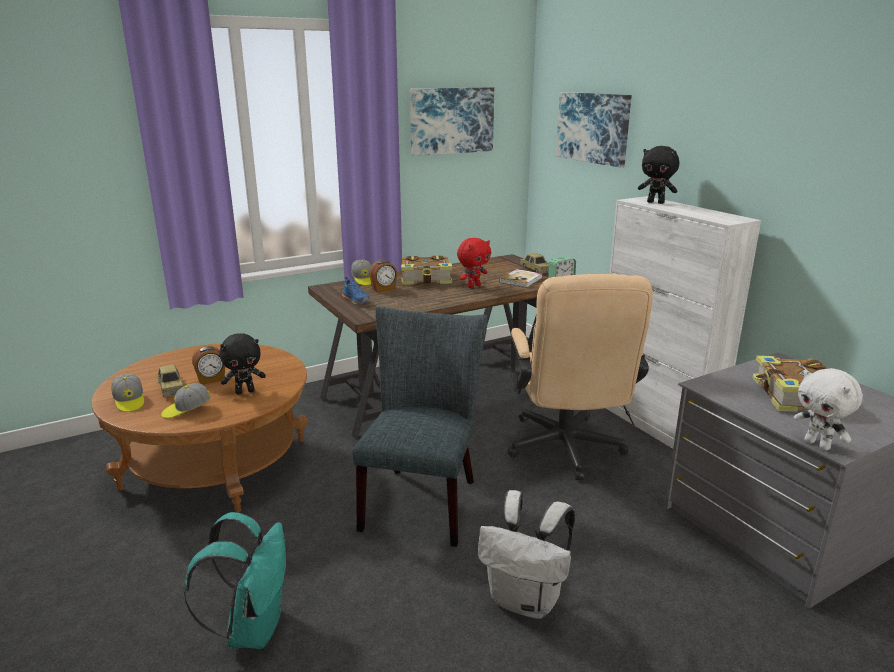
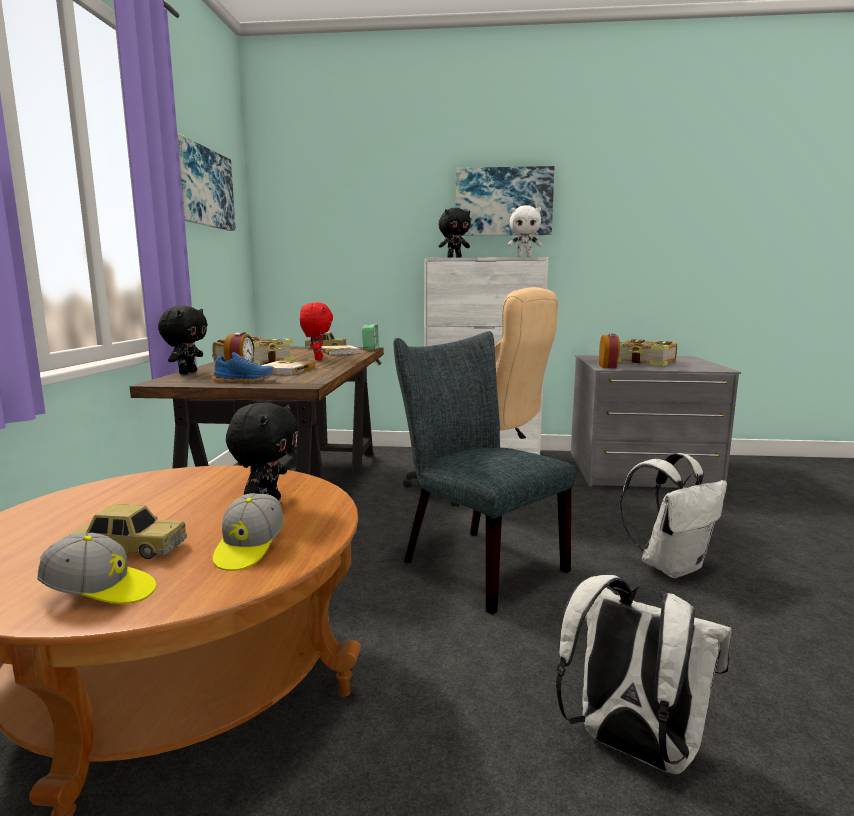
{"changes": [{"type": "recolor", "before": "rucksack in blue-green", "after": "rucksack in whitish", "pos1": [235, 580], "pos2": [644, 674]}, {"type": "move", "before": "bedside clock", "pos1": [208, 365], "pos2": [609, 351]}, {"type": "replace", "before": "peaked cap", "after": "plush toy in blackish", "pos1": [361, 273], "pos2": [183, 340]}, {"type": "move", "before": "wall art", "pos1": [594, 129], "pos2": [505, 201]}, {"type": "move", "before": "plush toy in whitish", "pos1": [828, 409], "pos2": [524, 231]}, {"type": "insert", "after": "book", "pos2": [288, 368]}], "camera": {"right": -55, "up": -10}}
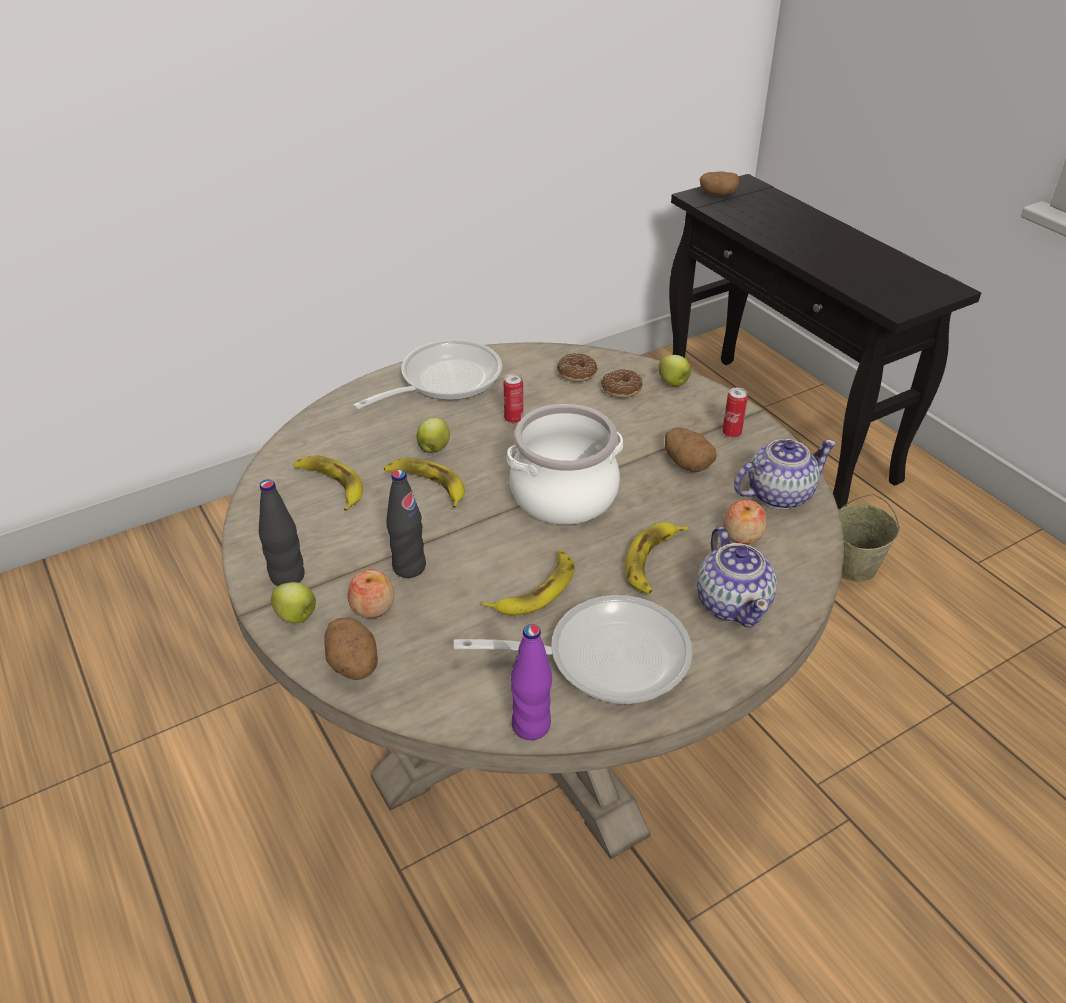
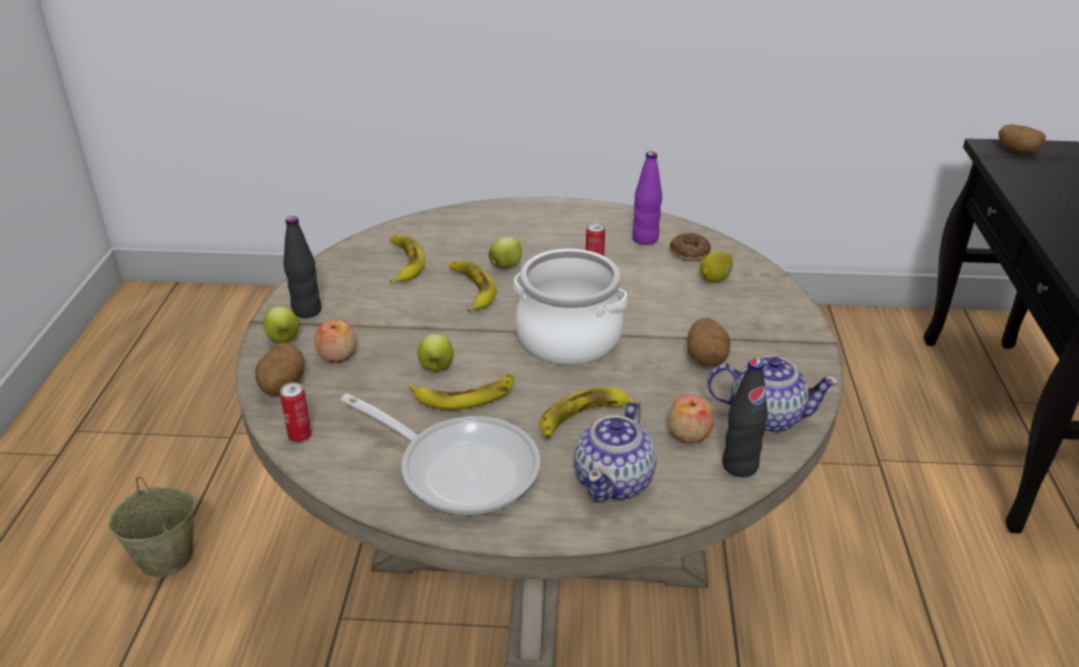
{"changes": [{"type": "delete", "before": "frying pan", "pos1": [427, 374]}, {"type": "move", "before": "drink bottle in blackish", "pos1": [406, 524], "pos2": [745, 418]}, {"type": "move", "before": "drink bottle in purple", "pos1": [531, 682], "pos2": [647, 198]}, {"type": "replace", "before": "donut", "after": "whole lemon", "pos1": [622, 383], "pos2": [716, 266]}, {"type": "move", "before": "apple fruit", "pos1": [674, 370], "pos2": [435, 352]}, {"type": "move", "before": "sealed can", "pos1": [735, 412], "pos2": [296, 412]}, {"type": "move", "before": "water bucket in beige", "pos1": [869, 538], "pos2": [152, 527]}], "camera": {"right": 35, "up": -5}}
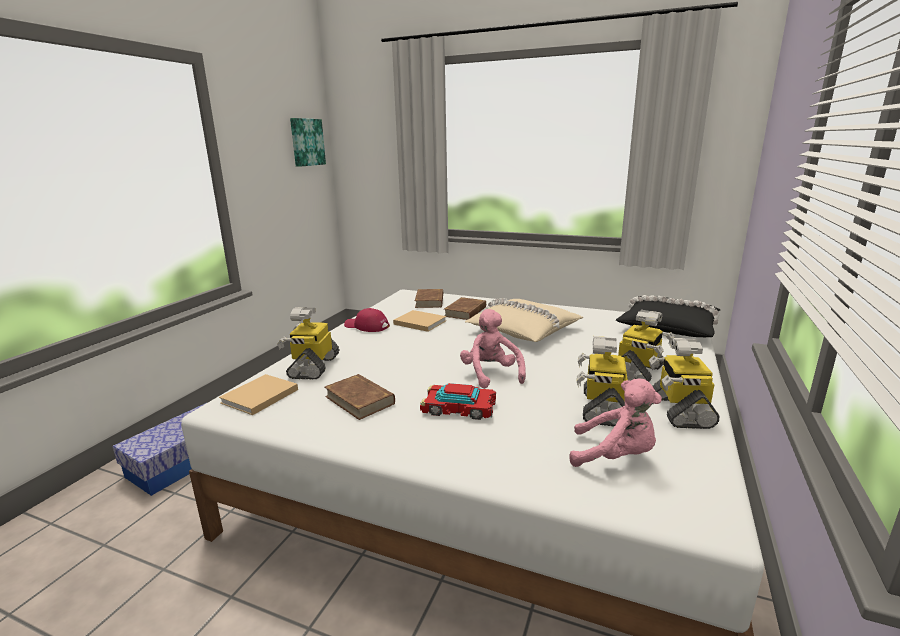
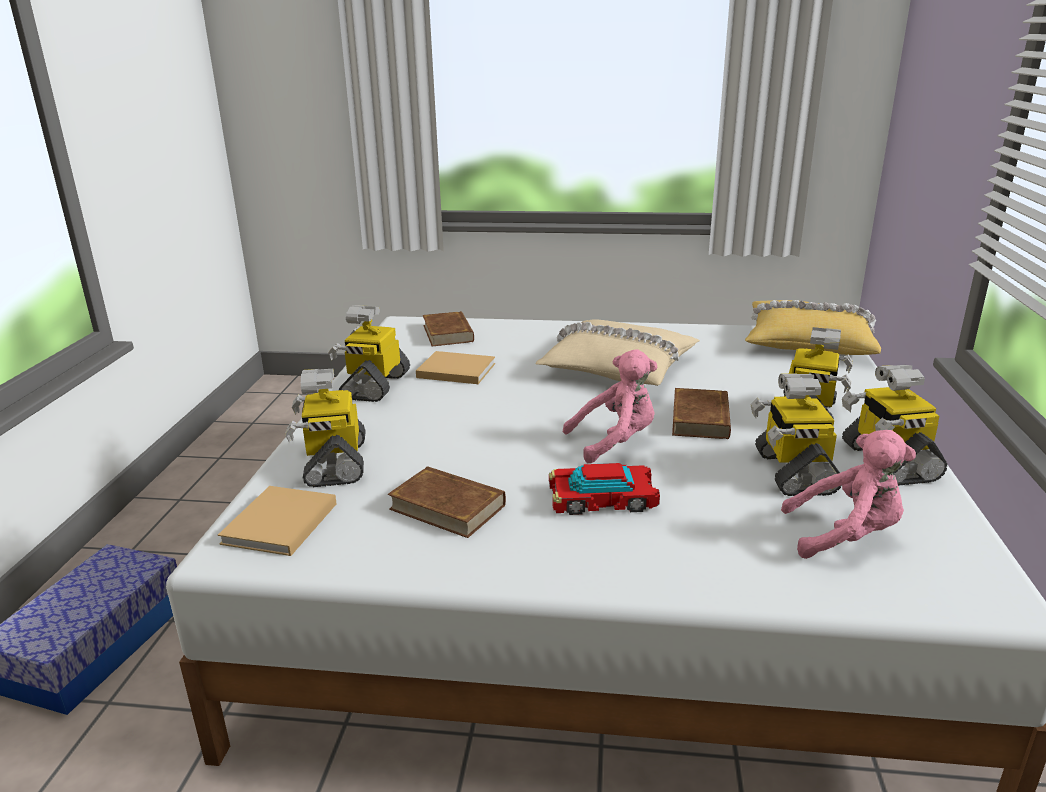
{"changes": [{"type": "delete", "before": "wall art", "pos1": [308, 142]}, {"type": "replace", "before": "peaked cap in red-coloured", "after": "model robot", "pos1": [367, 320], "pos2": [369, 353]}, {"type": "move", "before": "book in brownish", "pos1": [465, 308], "pos2": [701, 413]}, {"type": "rotate", "before": "plush toy in pink", "pos1": [493, 349], "pos2": [610, 406], "turn": 105}, {"type": "recolor", "before": "throw pillow in blackish", "after": "throw pillow in yellow", "pos1": [668, 316], "pos2": [813, 327]}], "camera": {"right": -15, "up": 5}}
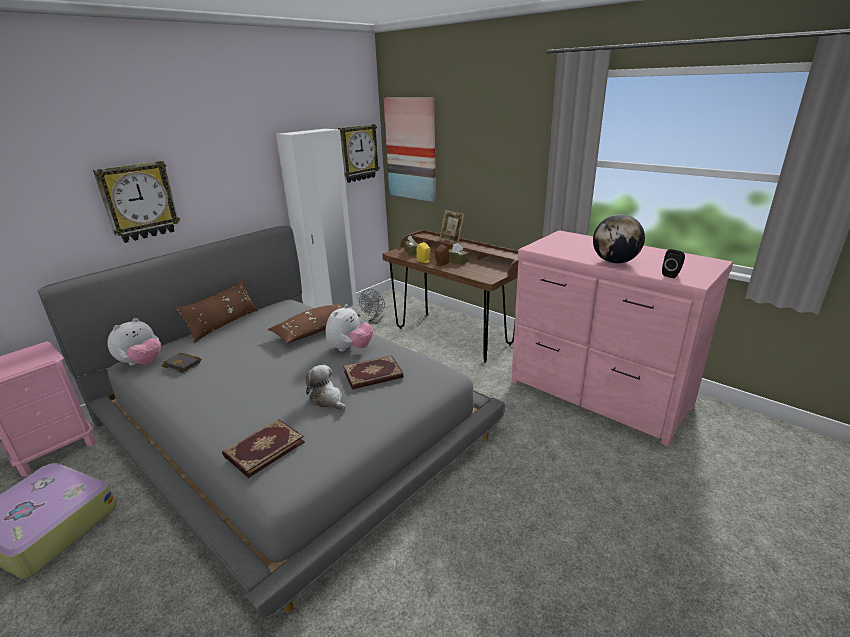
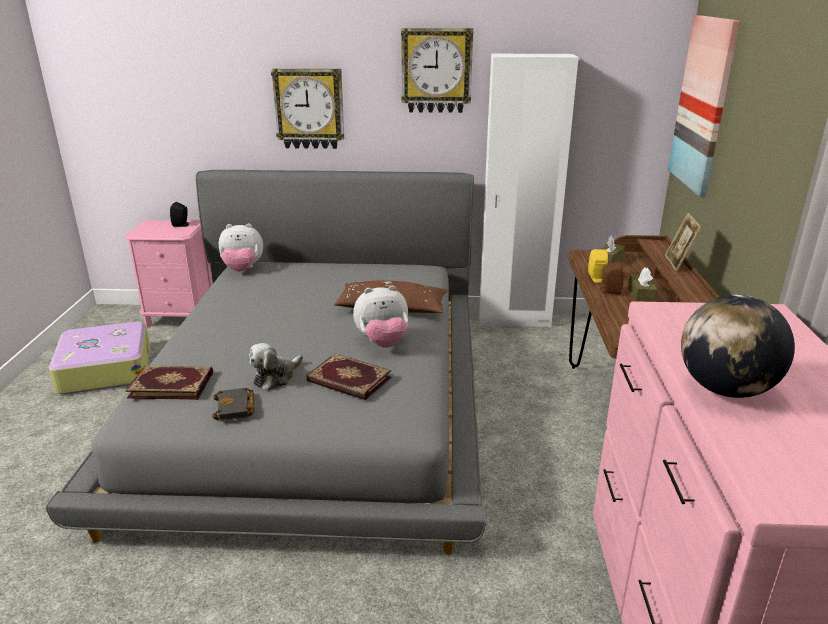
{"changes": [{"type": "move", "before": "book in blackish", "pos1": [181, 362], "pos2": [234, 404]}, {"type": "delete", "before": "throw pillow in brownish", "pos1": [216, 311]}, {"type": "rotate", "before": "plush toy", "pos1": [325, 388], "pos2": [276, 367], "turn": -150}, {"type": "move", "before": "hanging clock", "pos1": [359, 153], "pos2": [437, 70]}, {"type": "delete", "before": "electric fan in grey", "pos1": [372, 306]}, {"type": "move", "before": "speaker in blackish", "pos1": [673, 263], "pos2": [180, 214]}], "camera": {"right": 50, "up": 0}}
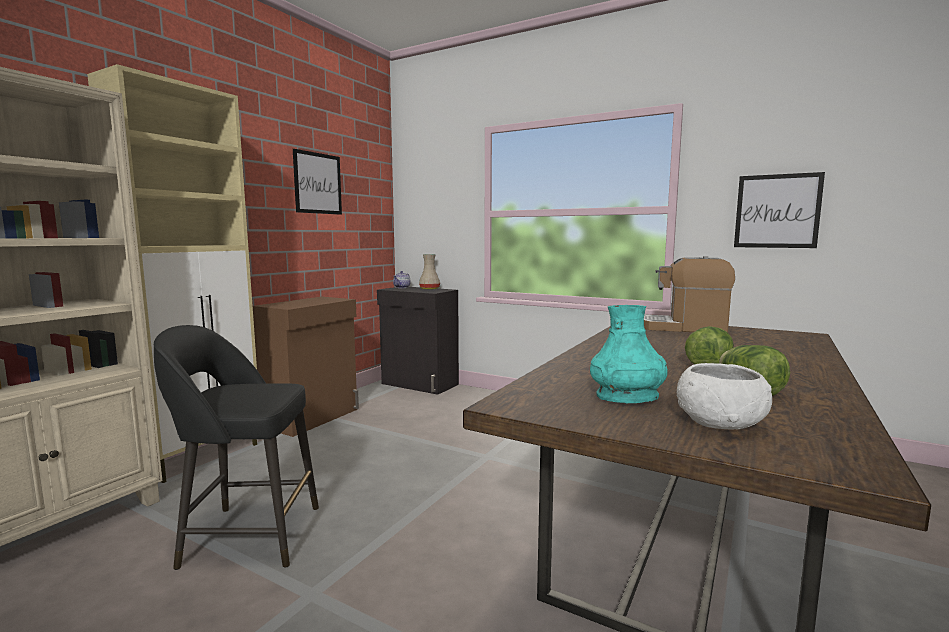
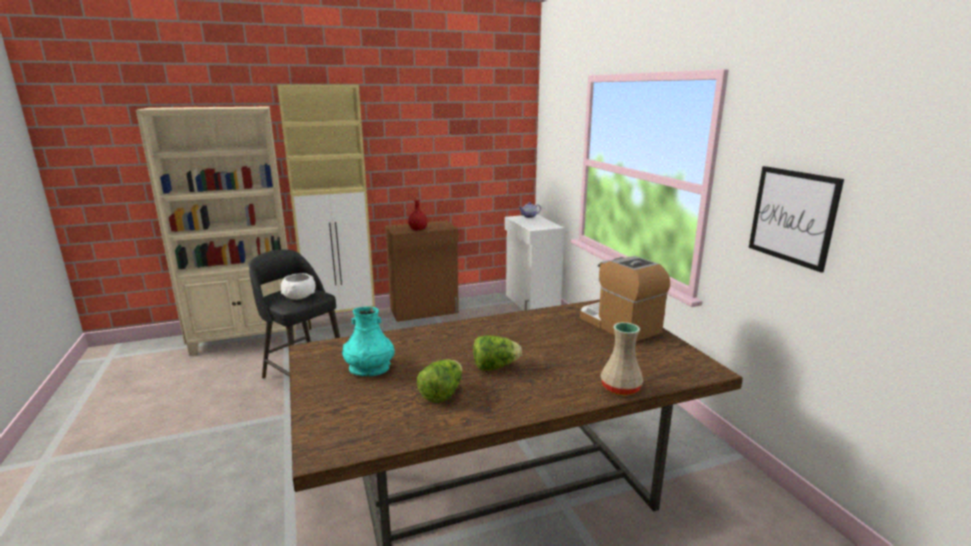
{"changes": [{"type": "delete", "before": "wall art", "pos1": [317, 182]}, {"type": "recolor", "before": "storage cabinet in blackish", "after": "storage cabinet in whitish", "pos1": [418, 341], "pos2": [535, 263]}, {"type": "move", "before": "flower vase in beige", "pos1": [429, 272], "pos2": [622, 359]}, {"type": "move", "before": "bowl in whitish", "pos1": [724, 396], "pos2": [298, 286]}, {"type": "insert", "after": "drink bottle in red-coloured", "pos2": [417, 214]}], "camera": {"right": 40, "up": 10}}
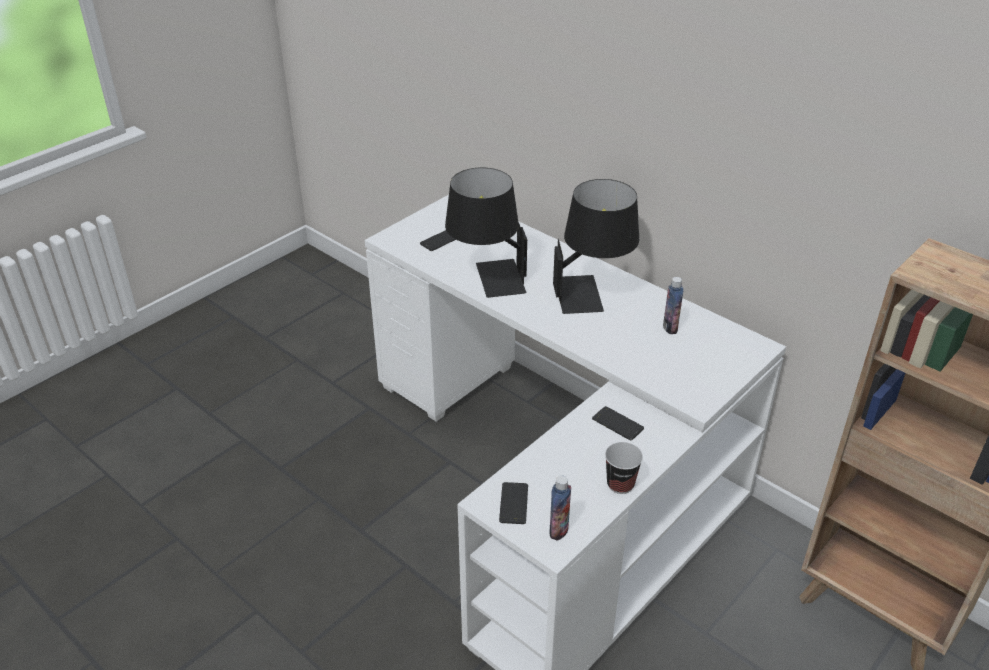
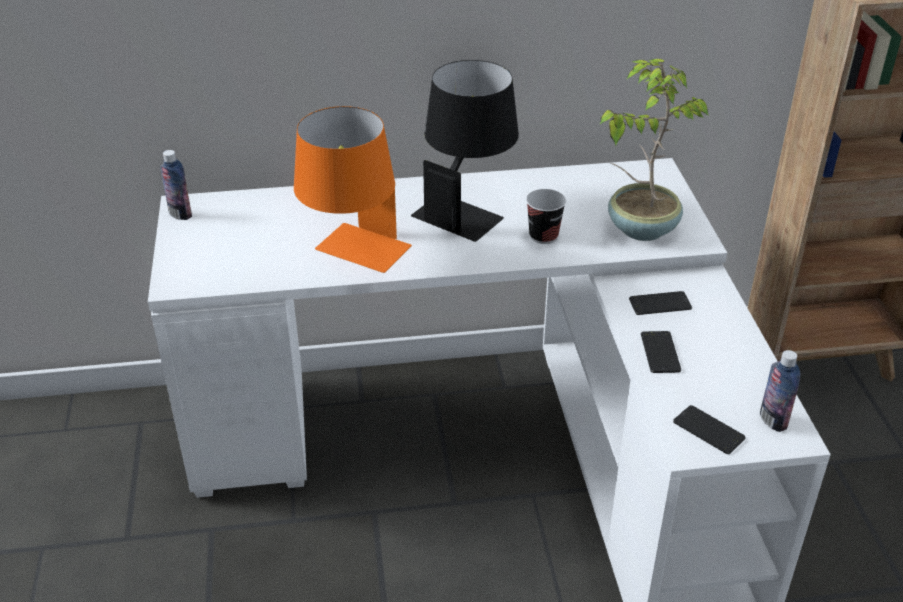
{"changes": [{"type": "move", "before": "handset", "pos1": [438, 240], "pos2": [661, 352]}, {"type": "recolor", "before": "lamp for a table in blackish", "after": "lamp for a table in orange-coloured", "pos1": [486, 232], "pos2": [353, 189]}, {"type": "move", "before": "drinking cup", "pos1": [624, 468], "pos2": [546, 216]}, {"type": "move", "before": "drink bottle", "pos1": [673, 305], "pos2": [176, 185]}, {"type": "insert", "after": "houseplant", "pos2": [654, 150]}], "camera": {"right": -50, "up": 0}}
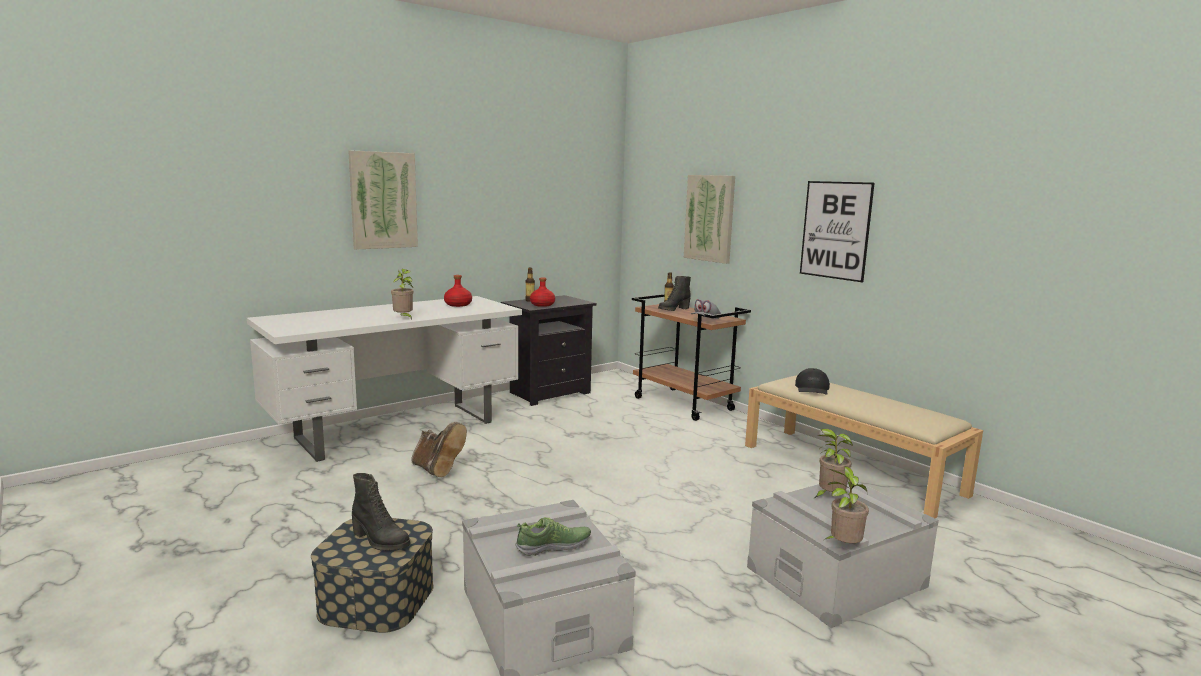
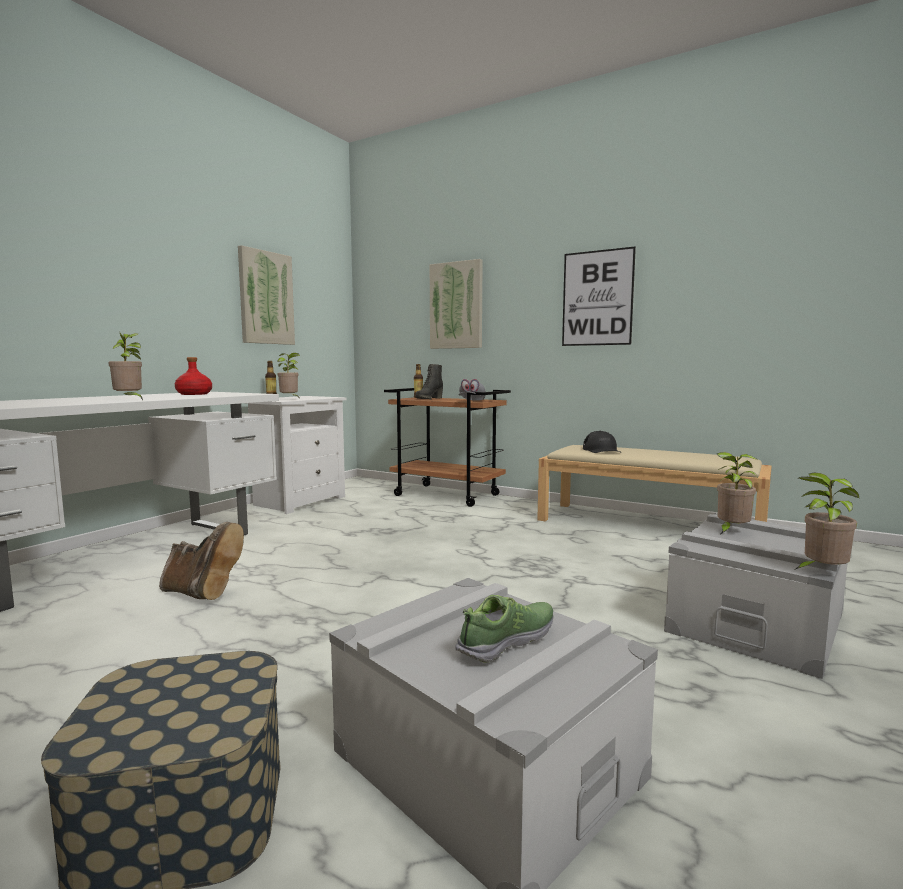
{"changes": [{"type": "move", "before": "wall art", "pos1": [383, 200], "pos2": [266, 295]}, {"type": "delete", "before": "high-top boot in blackish", "pos1": [381, 512]}, {"type": "recolor", "before": "nightstand in blackish", "after": "nightstand in whitish", "pos1": [548, 350], "pos2": [297, 455]}, {"type": "replace", "before": "drink bottle in red-coloured", "after": "houseplant", "pos1": [542, 292], "pos2": [288, 375]}], "camera": {"right": -20, "up": -5}}
